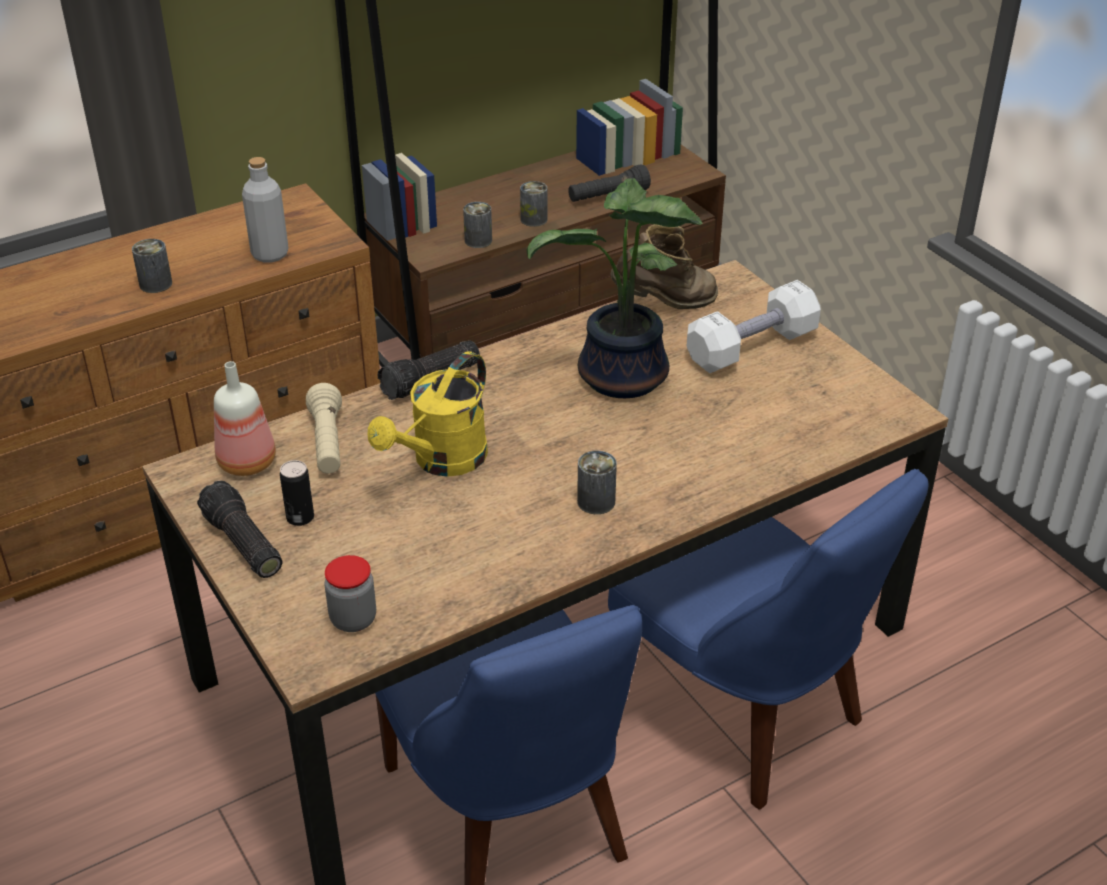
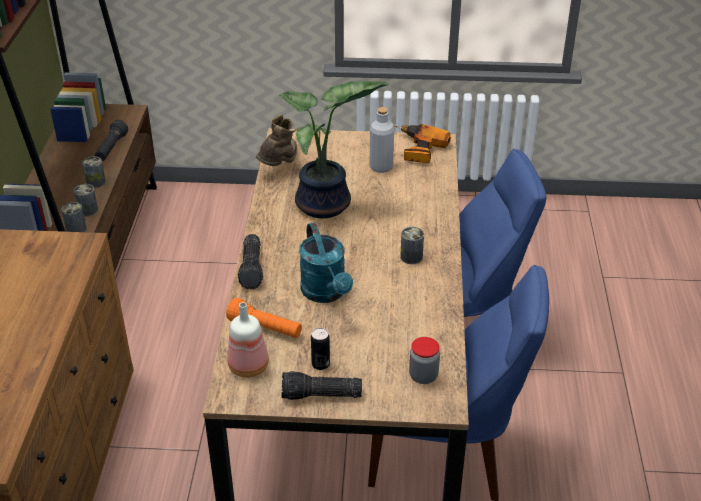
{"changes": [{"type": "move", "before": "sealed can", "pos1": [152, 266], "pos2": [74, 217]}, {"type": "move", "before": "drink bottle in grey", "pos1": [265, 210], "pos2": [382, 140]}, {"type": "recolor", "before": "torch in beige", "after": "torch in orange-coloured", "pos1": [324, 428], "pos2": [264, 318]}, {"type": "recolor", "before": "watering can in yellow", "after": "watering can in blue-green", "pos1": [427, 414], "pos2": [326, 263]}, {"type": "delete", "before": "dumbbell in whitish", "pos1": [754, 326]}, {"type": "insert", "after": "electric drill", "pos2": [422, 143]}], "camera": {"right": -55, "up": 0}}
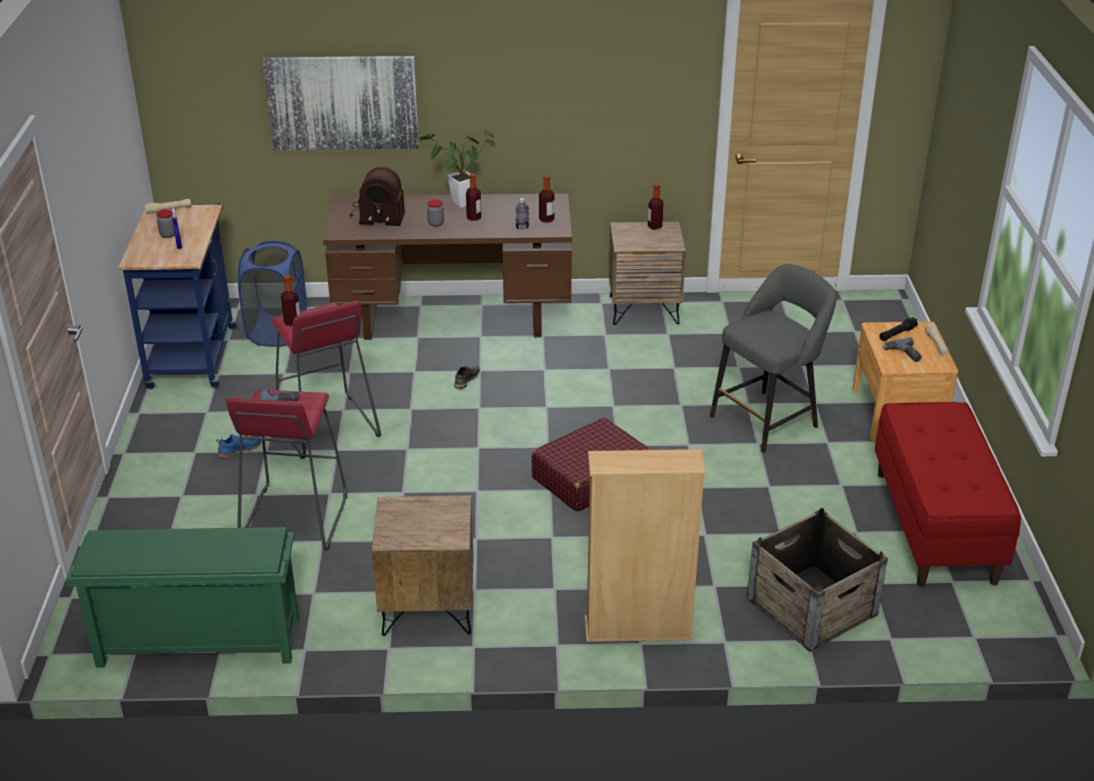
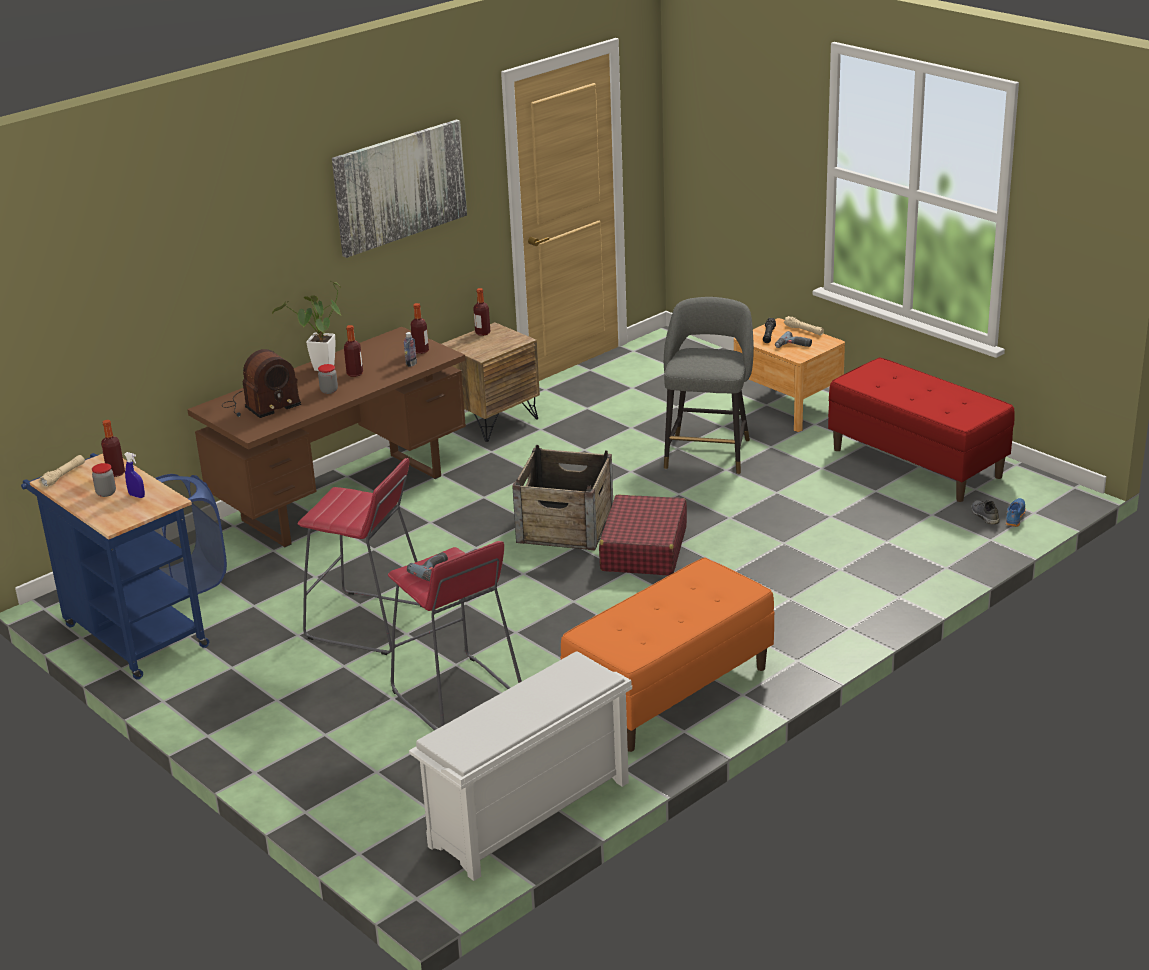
{"changes": [{"type": "recolor", "before": "shoe shelf in green-coloured", "after": "shoe shelf in whitish", "pos1": [182, 597], "pos2": [520, 766]}, {"type": "move", "before": "low shoe in bluish", "pos1": [239, 446], "pos2": [1015, 512]}, {"type": "move", "before": "wall art", "pos1": [341, 103], "pos2": [399, 189]}, {"type": "move", "before": "drink bottle", "pos1": [290, 301], "pos2": [113, 448]}, {"type": "replace", "before": "nightstand in brownish", "after": "bench in orange-coloured", "pos1": [423, 565], "pos2": [668, 655]}, {"type": "move", "before": "low shoe in grey", "pos1": [467, 377], "pos2": [985, 512]}, {"type": "delete", "before": "shelving unit in beige", "pos1": [645, 545]}, {"type": "move", "before": "shipping crate", "pos1": [817, 580], "pos2": [562, 498]}], "camera": {"right": -40, "up": -5}}
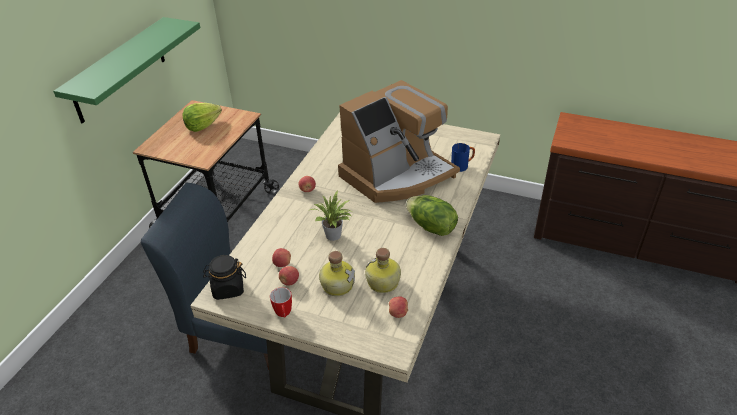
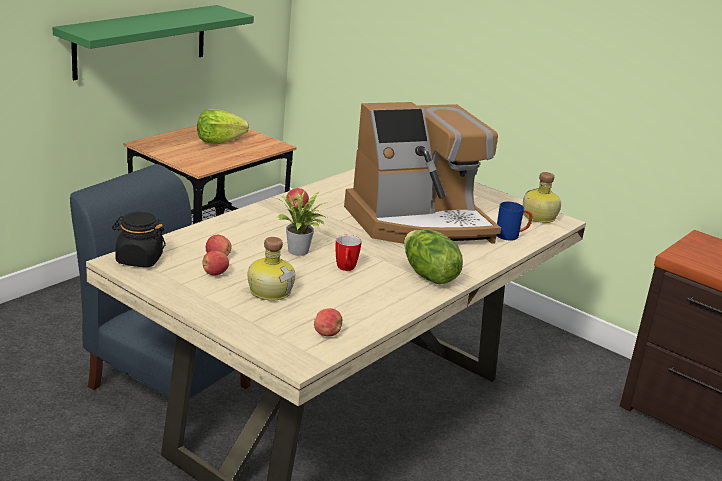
{"changes": [{"type": "move", "before": "coffee mug", "pos1": [281, 302], "pos2": [349, 253]}, {"type": "move", "before": "drink bottle", "pos1": [383, 270], "pos2": [542, 197]}], "camera": {"right": 15, "up": -15}}
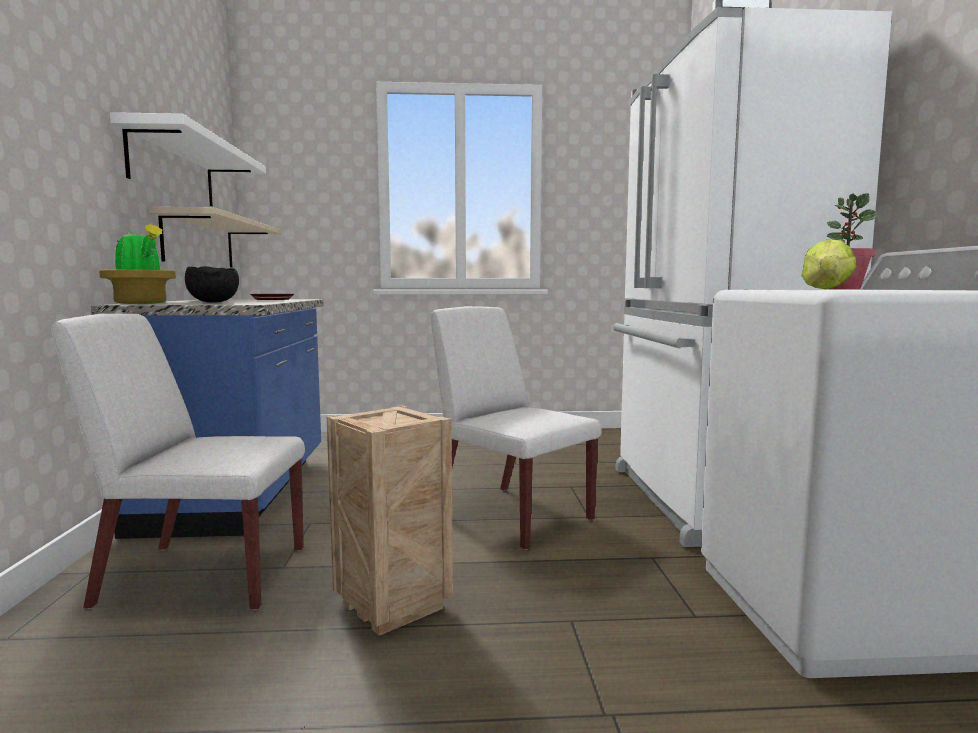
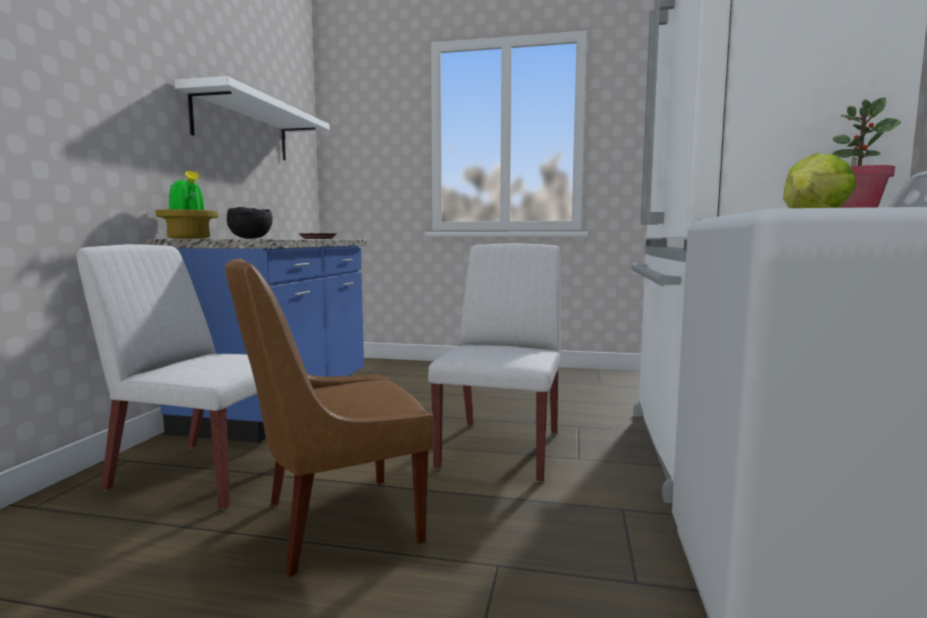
{"changes": [{"type": "delete", "before": "shelf in beige", "pos1": [214, 237]}, {"type": "replace", "before": "shipping crate", "after": "plain chair in brownish", "pos1": [390, 521], "pos2": [329, 418]}, {"type": "rotate", "before": "plain chair in whitish", "pos1": [516, 428], "pos2": [494, 363], "turn": 45}], "camera": {"right": 15, "up": 0}}
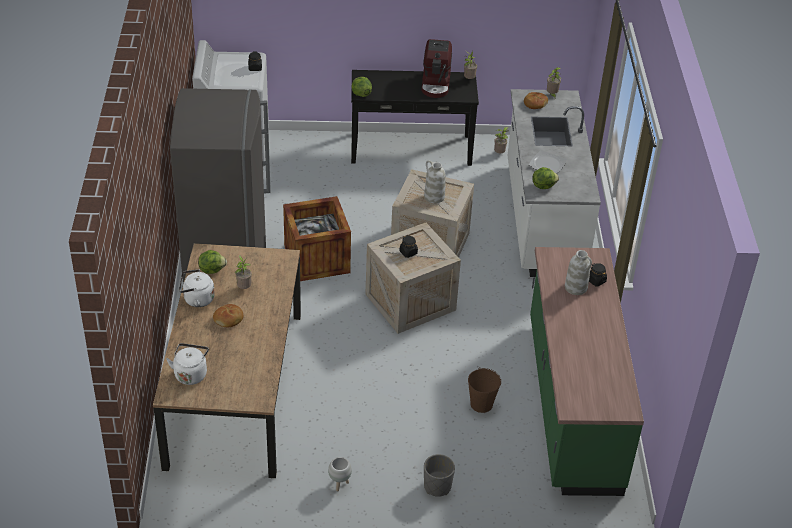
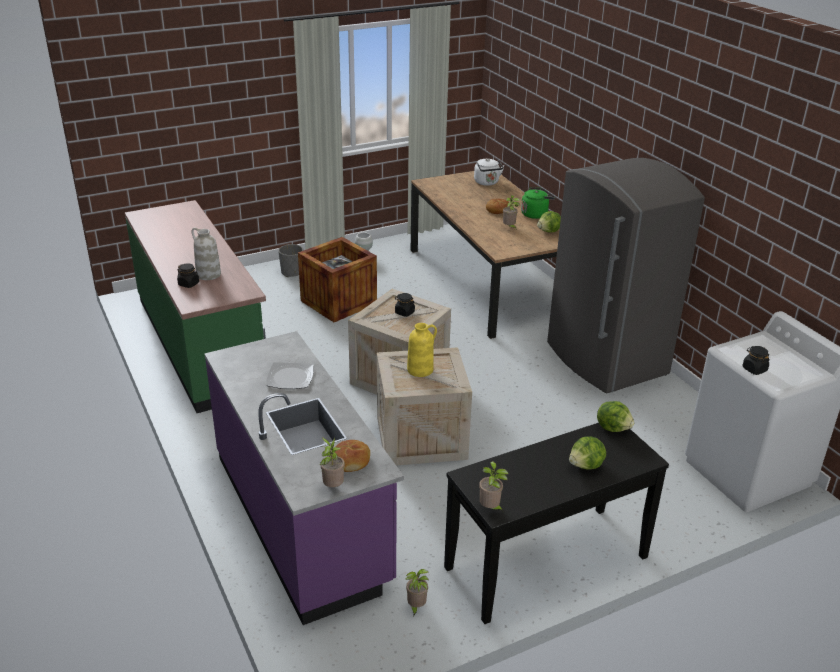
{"changes": [{"type": "recolor", "before": "water kettle in whitish", "after": "water kettle in green-coloured", "pos1": [197, 288], "pos2": [538, 203]}, {"type": "move", "before": "shipping crate", "pos1": [317, 238], "pos2": [337, 279]}, {"type": "delete", "before": "coffee maker", "pos1": [436, 68]}, {"type": "recolor", "before": "flower vase in whitish", "after": "flower vase in yellow", "pos1": [435, 182], "pos2": [422, 350]}, {"type": "delete", "before": "water bucket in brownish", "pos1": [484, 390]}, {"type": "recolor", "before": "counter in whitish", "after": "counter in purple", "pos1": [554, 183], "pos2": [304, 478]}, {"type": "move", "before": "lettuce head", "pos1": [545, 178], "pos2": [587, 453]}], "camera": {"right": 155, "up": -10}}
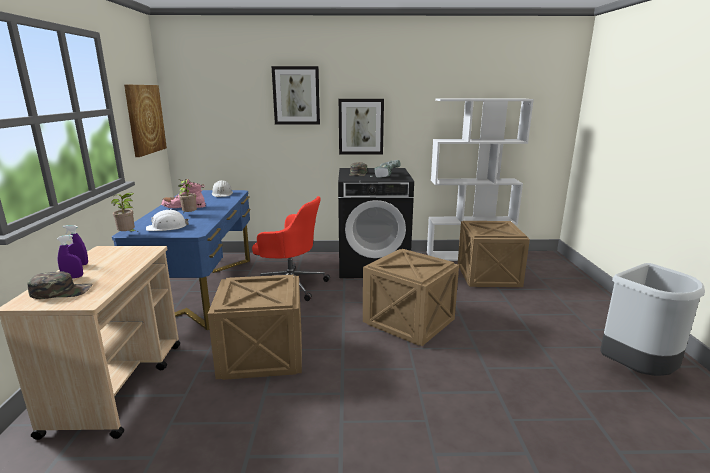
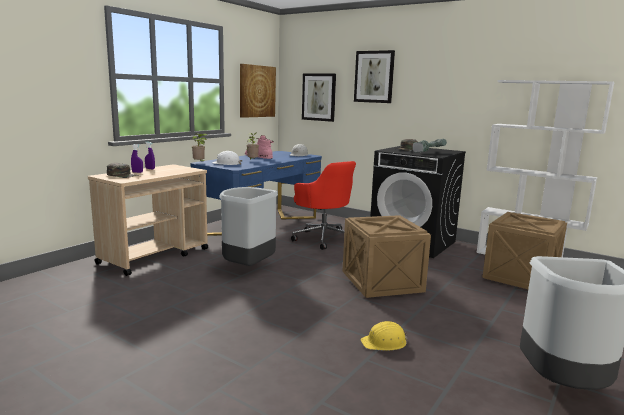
{"changes": [{"type": "replace", "before": "shipping crate", "after": "waste bin in grey", "pos1": [255, 327], "pos2": [248, 226]}, {"type": "move", "before": "wall art", "pos1": [361, 127], "pos2": [319, 97]}, {"type": "insert", "after": "safety helmet in yellow", "pos2": [384, 336]}], "camera": {"right": 35, "up": -5}}
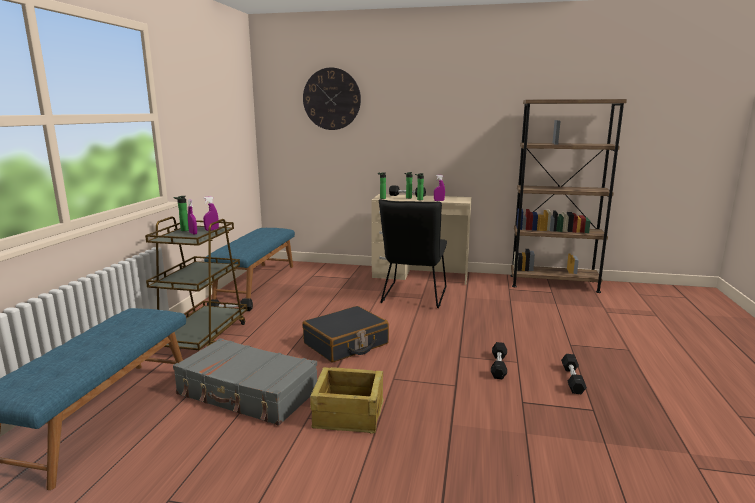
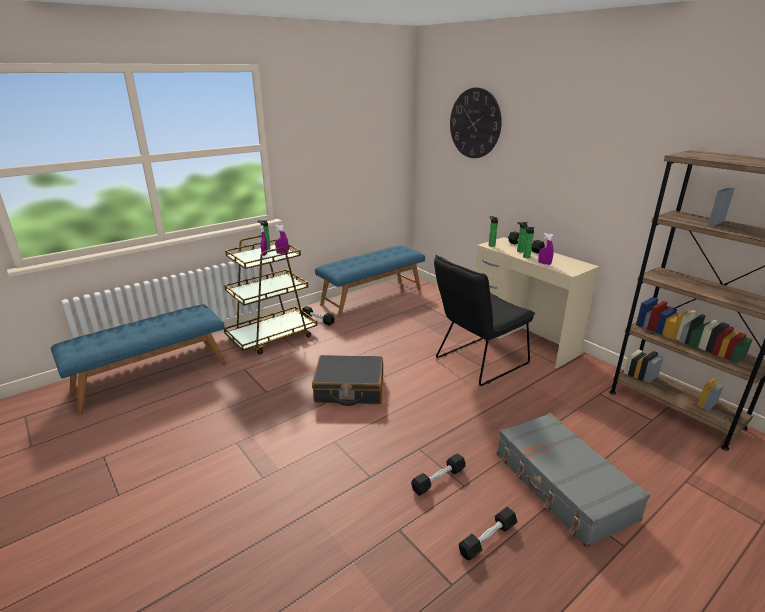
{"changes": [{"type": "move", "before": "piece of luggage in grey", "pos1": [245, 382], "pos2": [573, 480]}, {"type": "delete", "before": "shipping crate", "pos1": [347, 400]}], "camera": {"right": 40, "up": 10}}
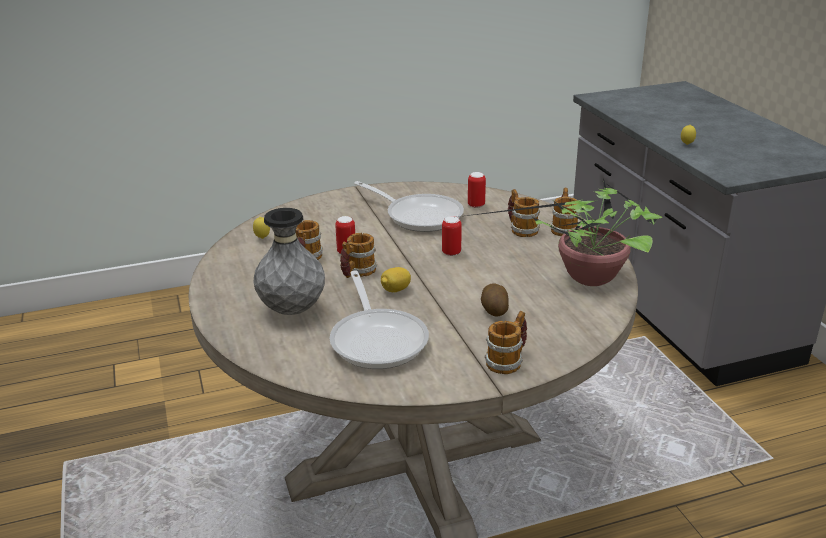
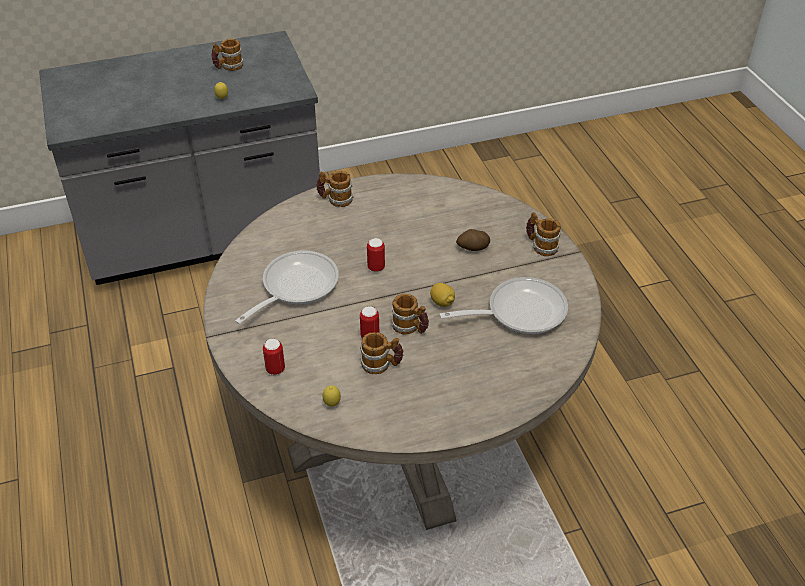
{"changes": [{"type": "delete", "before": "flower vase in grey", "pos1": [289, 261]}, {"type": "delete", "before": "houseplant", "pos1": [561, 233]}, {"type": "move", "before": "sealed can", "pos1": [477, 190], "pos2": [274, 357]}, {"type": "move", "before": "coffee mug", "pos1": [524, 213], "pos2": [227, 55]}], "camera": {"right": -90, "up": 15}}
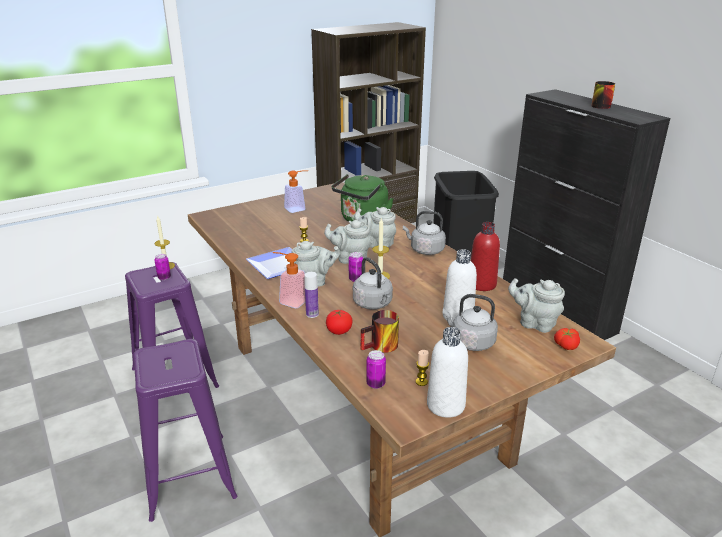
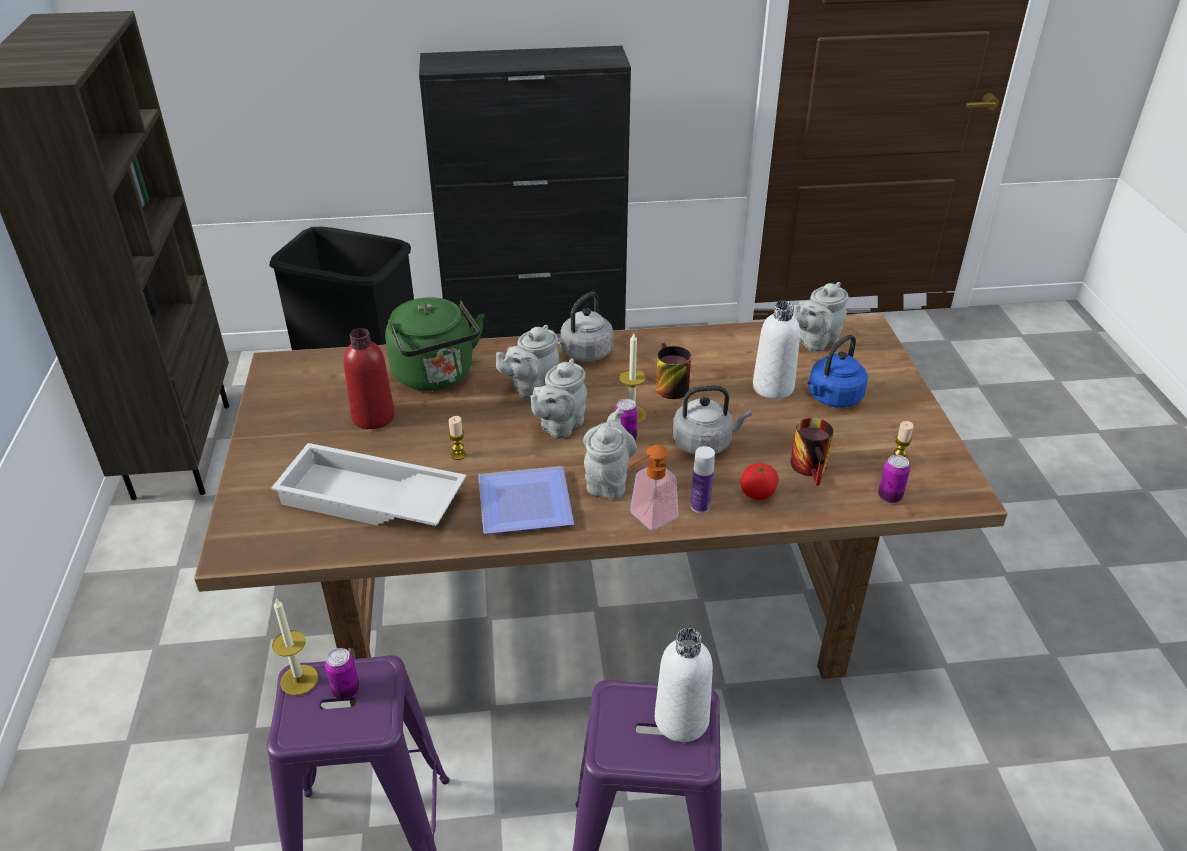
{"changes": [{"type": "delete", "before": "liquid soap bottle", "pos1": [296, 191]}, {"type": "move", "before": "drink bottle in whitish", "pos1": [447, 372], "pos2": [684, 685]}, {"type": "recolor", "before": "water kettle in grey", "after": "water kettle in bluish", "pos1": [470, 322], "pos2": [837, 371]}, {"type": "move", "before": "drink bottle in red-coloured", "pos1": [485, 256], "pos2": [369, 378]}, {"type": "delete", "before": "whole tomato", "pos1": [567, 339]}, {"type": "move", "before": "coffee mug", "pos1": [603, 95], "pos2": [673, 371]}, {"type": "insert", "after": "carrying tray in whitish", "pos2": [368, 484]}], "camera": {"right": -65, "up": 10}}
